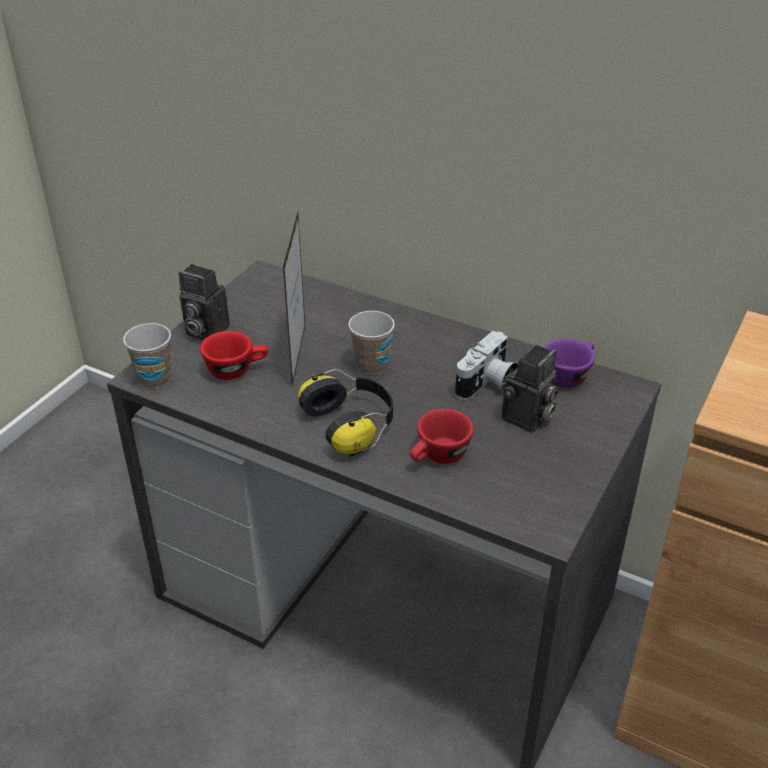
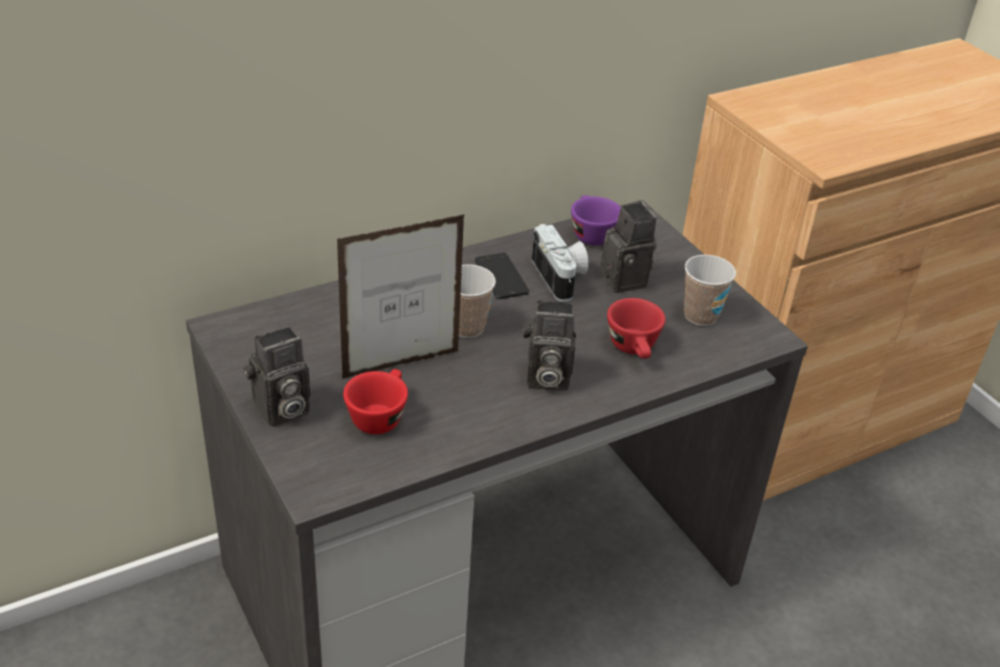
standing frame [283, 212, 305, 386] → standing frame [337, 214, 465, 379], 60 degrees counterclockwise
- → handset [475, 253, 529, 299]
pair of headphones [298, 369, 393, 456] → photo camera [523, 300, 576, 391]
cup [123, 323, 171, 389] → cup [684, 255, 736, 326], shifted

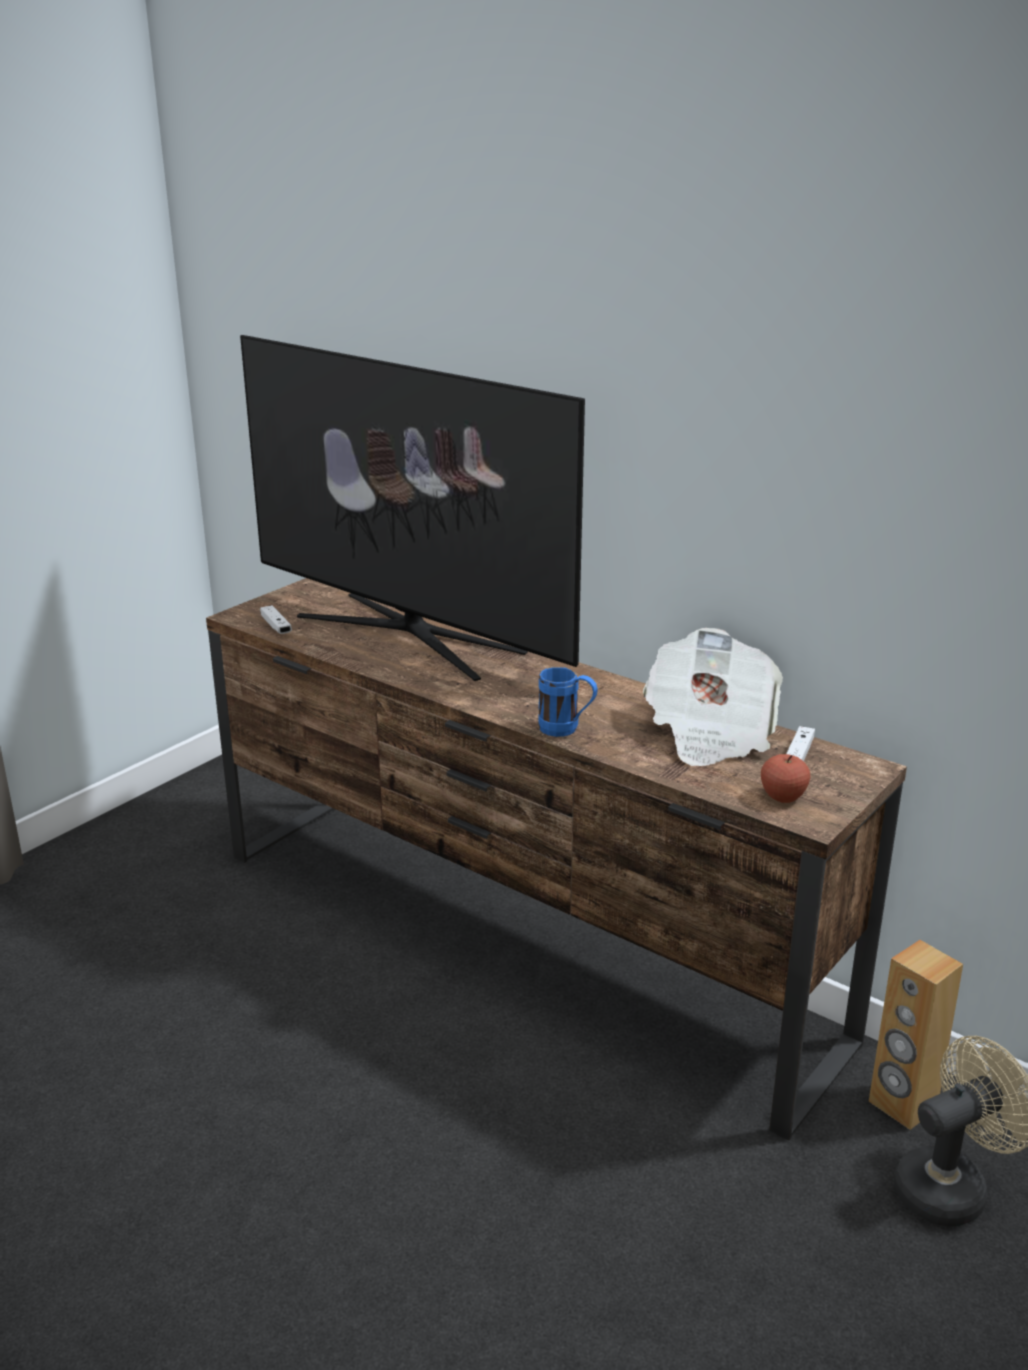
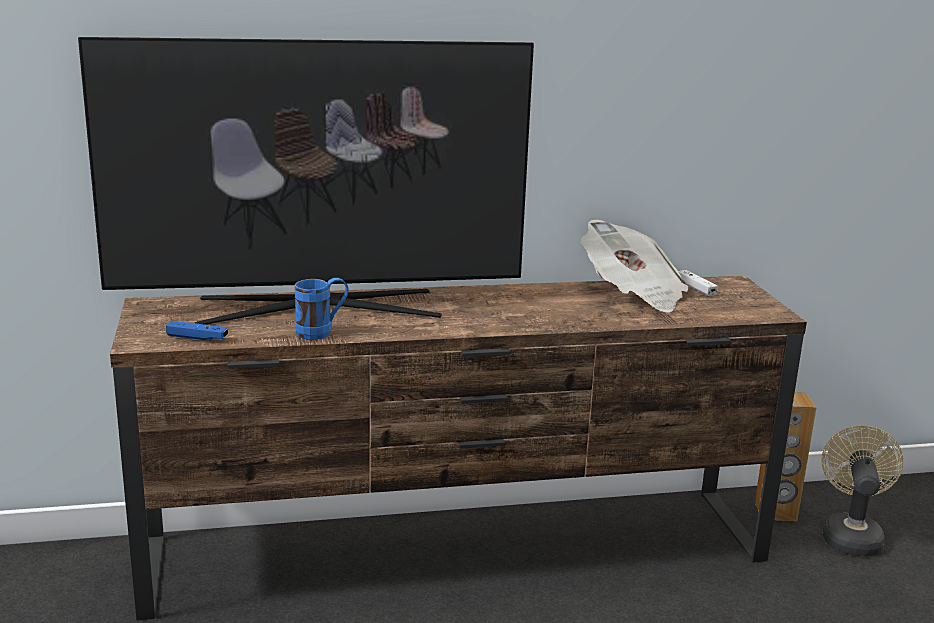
whitish game controller [260, 605, 292, 634] → blue-coloured game controller [166, 321, 228, 341]
blue-coloured tea mug [538, 667, 598, 737] → blue-coloured tea mug [295, 278, 349, 340], shifted
whole apple [761, 754, 810, 803] → -

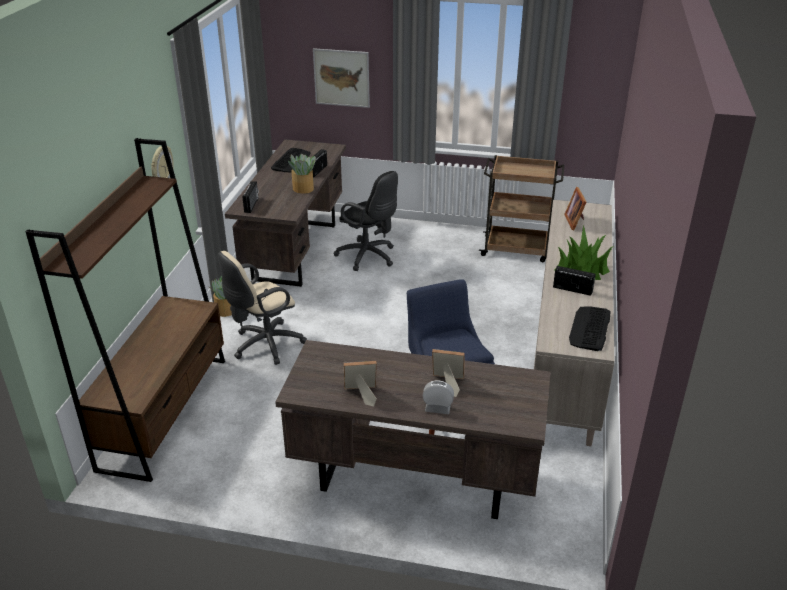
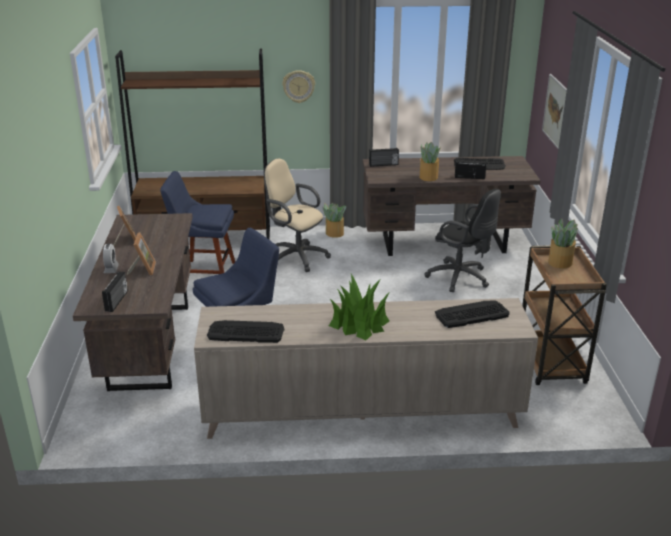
radio receiver [553, 266, 596, 296] → radio receiver [102, 272, 128, 312], shifted
- → blue-coloured chair [160, 171, 235, 274]
black-coloured office chair [334, 171, 398, 271] → black-coloured office chair [424, 188, 501, 292], 75 degrees counterclockwise
standing frame [564, 187, 586, 230] → computer keyboard [435, 300, 509, 328]
- → houseplant [548, 219, 578, 269]

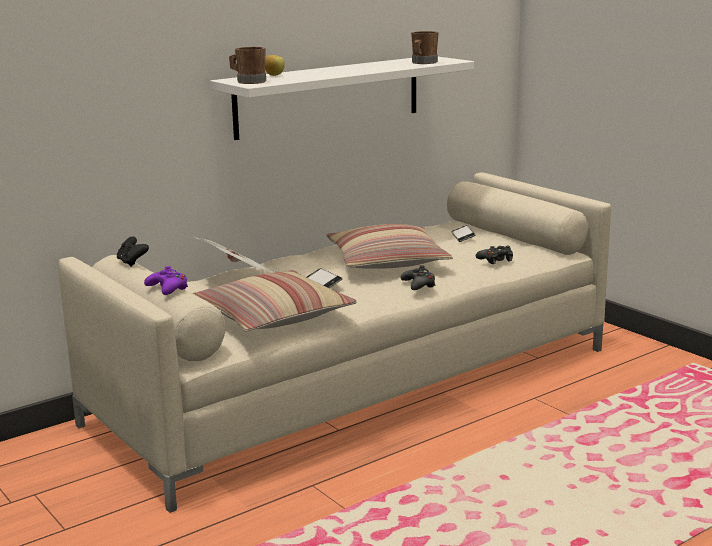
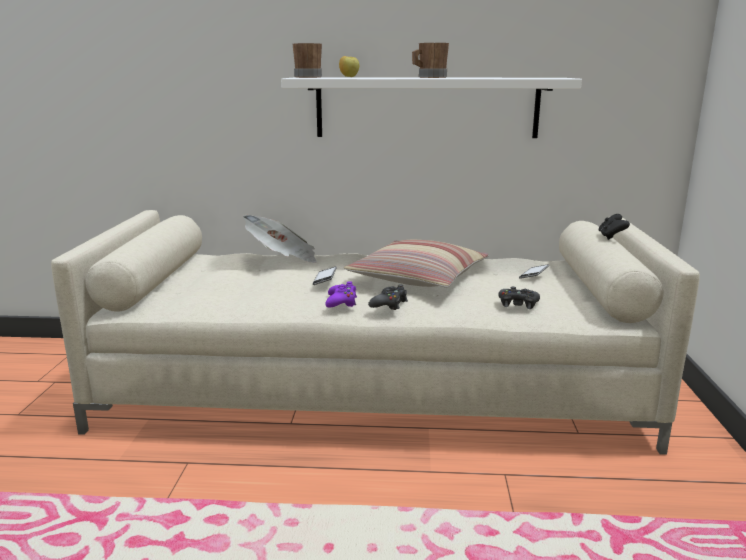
purple-coloured game controller [144, 266, 188, 295] → purple-coloured game controller [325, 281, 357, 308], shifted
brownish tea mug [411, 31, 439, 64] → brownish tea mug [412, 43, 449, 78], shifted
black-coloured game controller [117, 237, 149, 267] → black-coloured game controller [598, 214, 630, 240], shifted
cushion [192, 270, 357, 332] → -

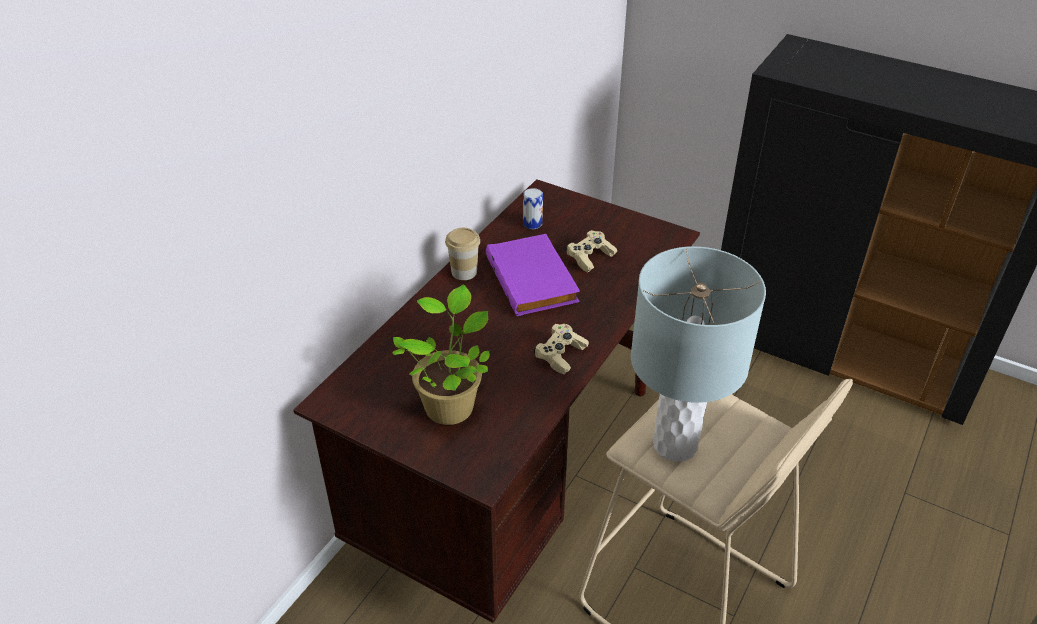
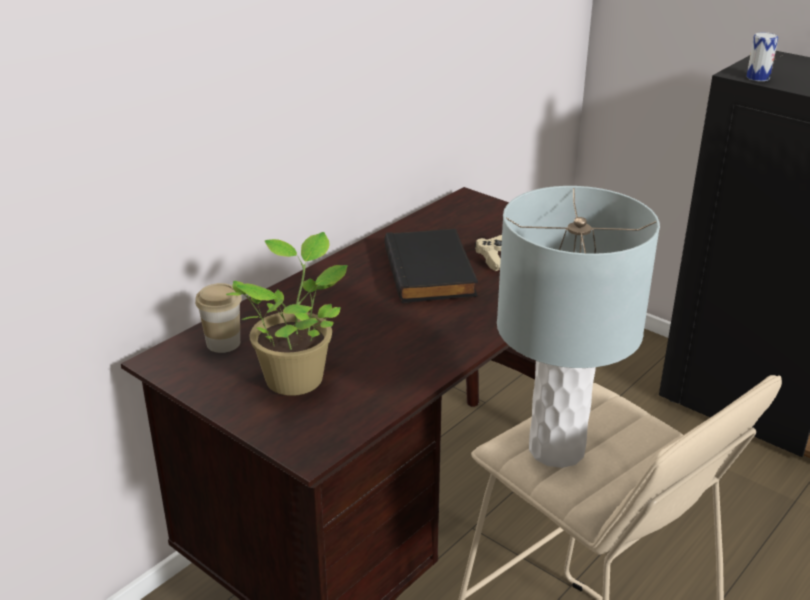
cup [445, 228, 480, 280] → cup [195, 283, 242, 353], shifted
purple-coloured bound book [486, 234, 580, 316] → black-coloured bound book [385, 229, 478, 303]
can [523, 188, 543, 229] → can [746, 32, 778, 81], shifted
beige-coloured game controller [534, 324, 589, 374] → -

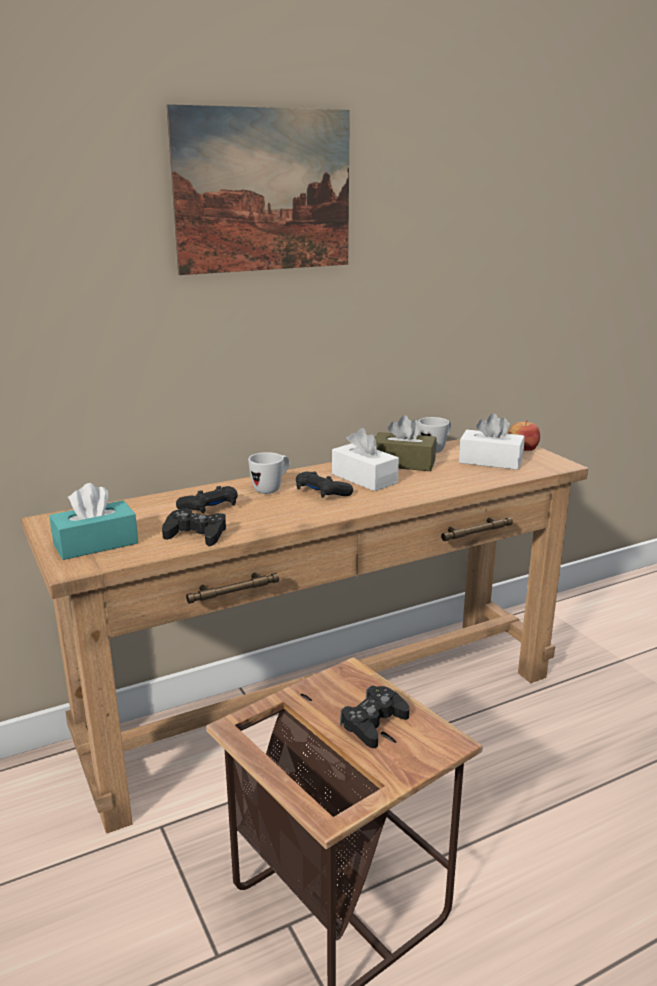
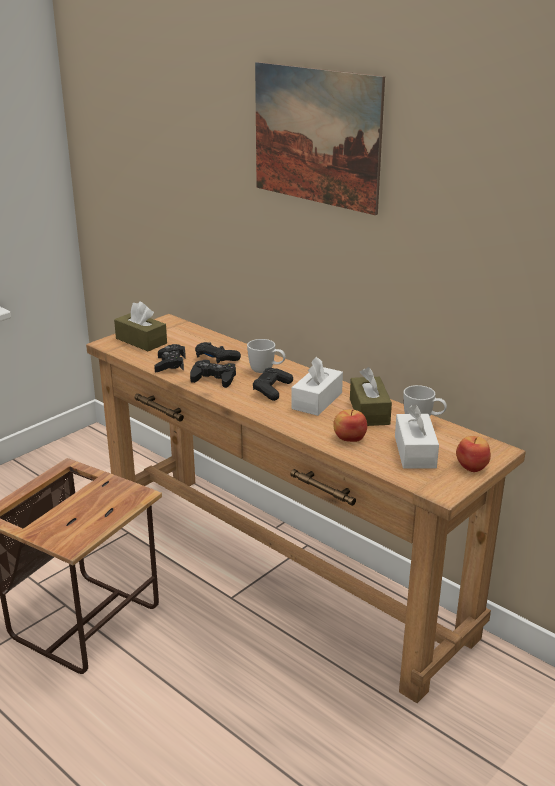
blue-green box of tissues [49, 483, 138, 560] → brownish box of tissues [114, 301, 167, 351]
black-coloured game controller [340, 685, 409, 748] → black-coloured game controller [190, 360, 236, 388], shifted
- → whole apple [333, 409, 367, 442]

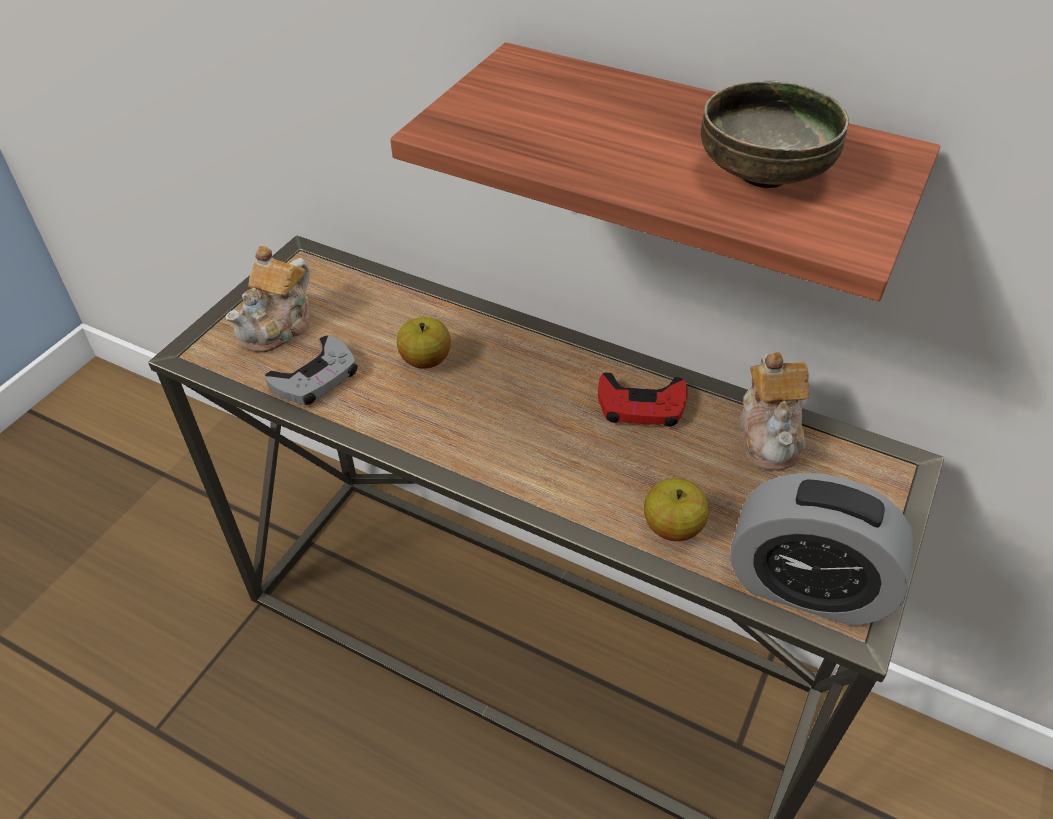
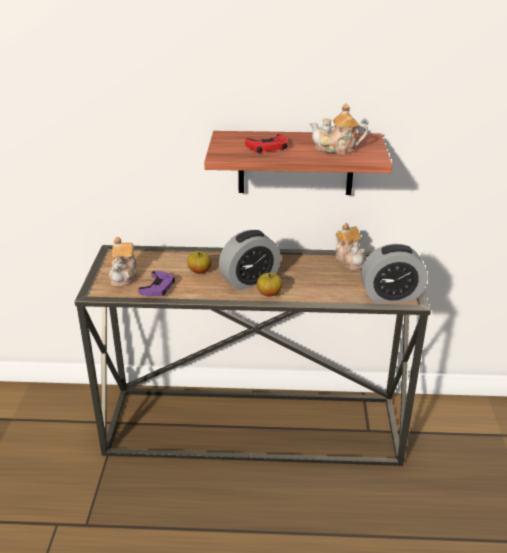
grey game controller [265, 335, 357, 405] → purple-coloured game controller [139, 271, 175, 296]
- → table clock [219, 230, 281, 291]
reddish game controller [598, 372, 688, 427] → reddish game controller [245, 134, 288, 153], shifted
whole apple [644, 478, 709, 541] → whole apple [257, 273, 282, 297], shifted
serving bowl [701, 80, 849, 188] → teapot [310, 104, 368, 155]

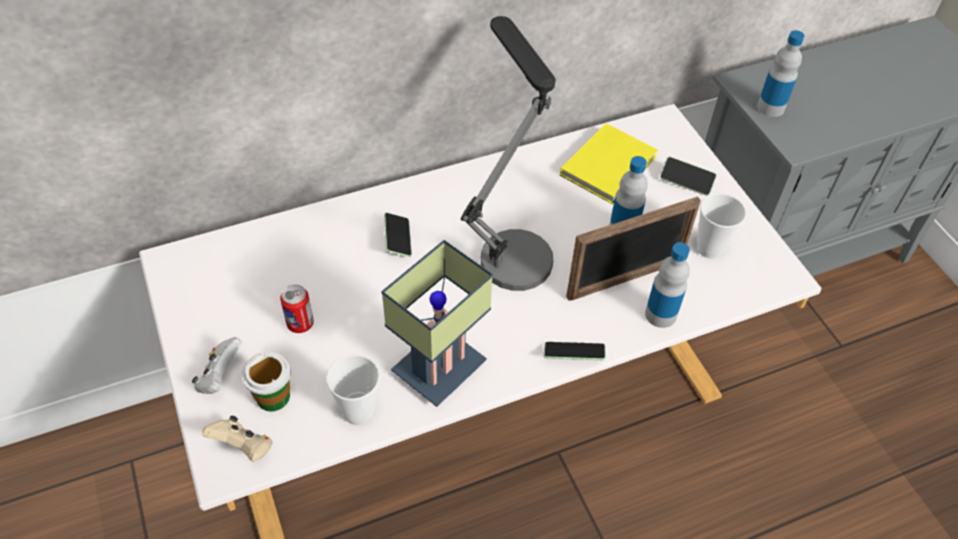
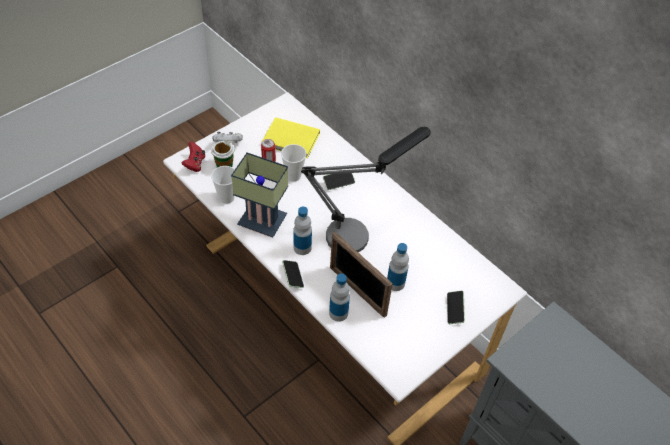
beige-coloured game controller [203, 416, 273, 461] → reddish game controller [182, 142, 205, 172]
yellowish bound book [560, 123, 658, 204] → yellowish bound book [262, 117, 320, 158], shifted
cup [697, 193, 746, 259] → cup [281, 144, 306, 181], shifted
drink bottle [757, 30, 804, 117] → drink bottle [293, 207, 312, 255], shifted

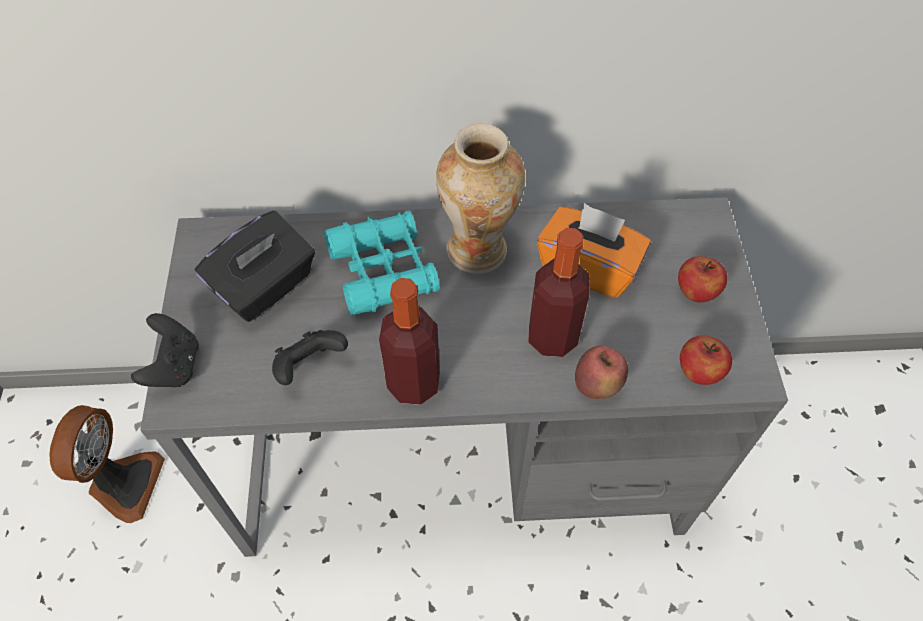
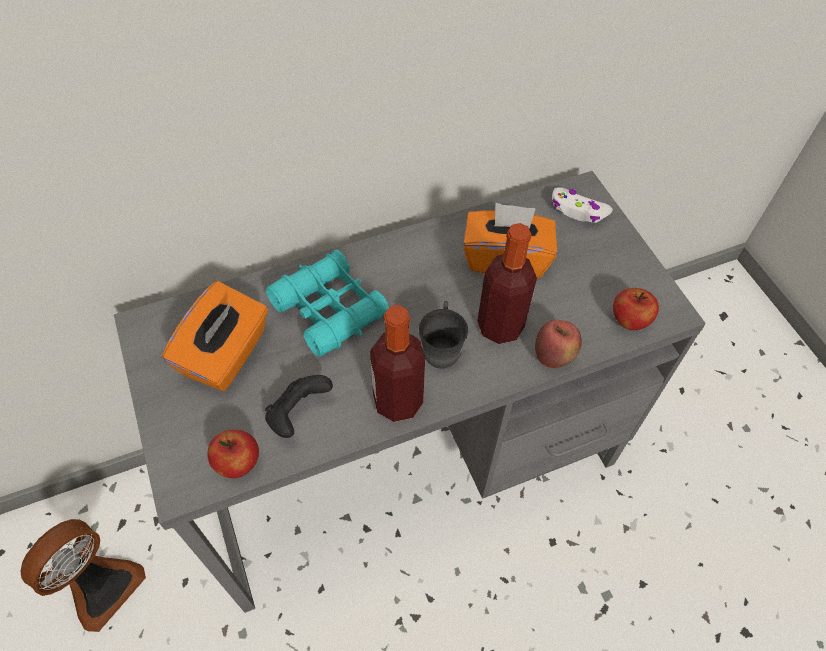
fan [49, 405, 165, 523] → fan [20, 519, 146, 632], 45 degrees clockwise
black-coloured box of tissues [195, 211, 315, 322] → orange-coloured box of tissues [162, 281, 268, 391]
whole apple [678, 256, 727, 302] → whole apple [207, 430, 259, 478], shifted
- → grey tea mug [419, 301, 468, 368]
- → whitish game controller [552, 187, 613, 223]
black-coloured game controller [131, 313, 199, 387] → -
decorative vase [436, 123, 525, 274] → -

